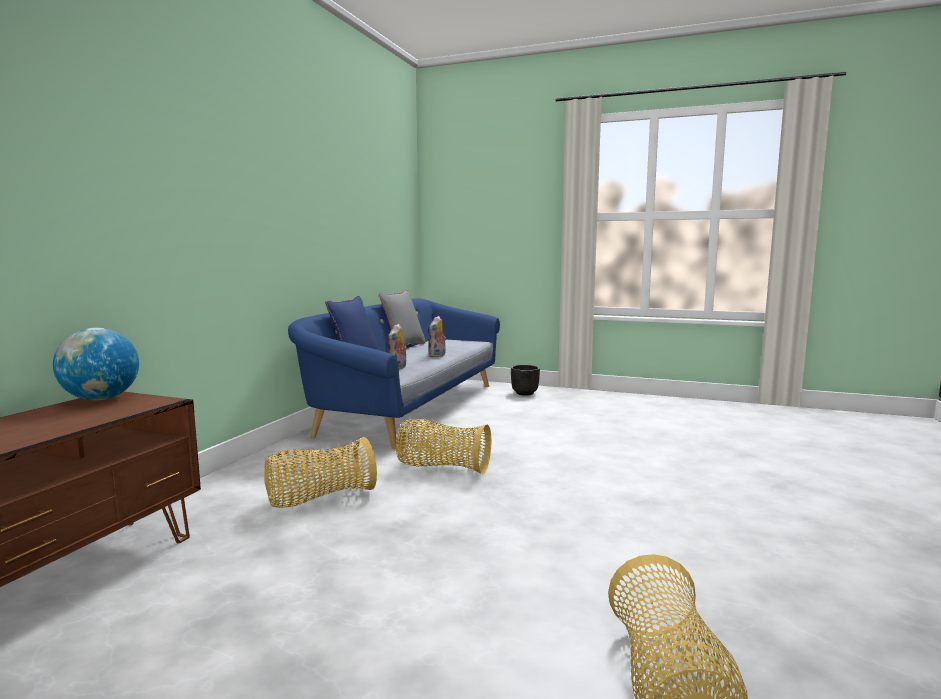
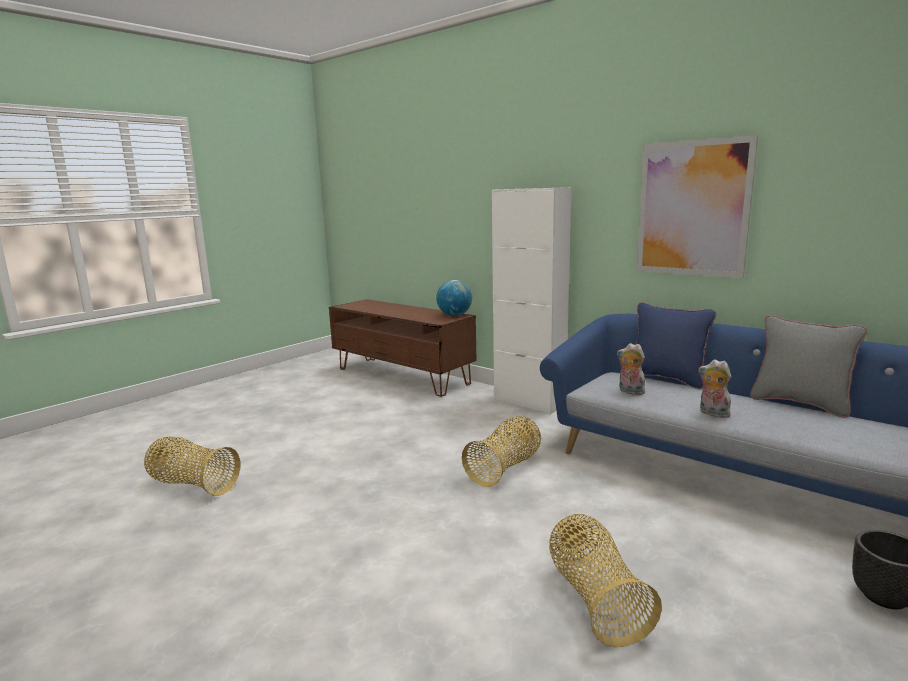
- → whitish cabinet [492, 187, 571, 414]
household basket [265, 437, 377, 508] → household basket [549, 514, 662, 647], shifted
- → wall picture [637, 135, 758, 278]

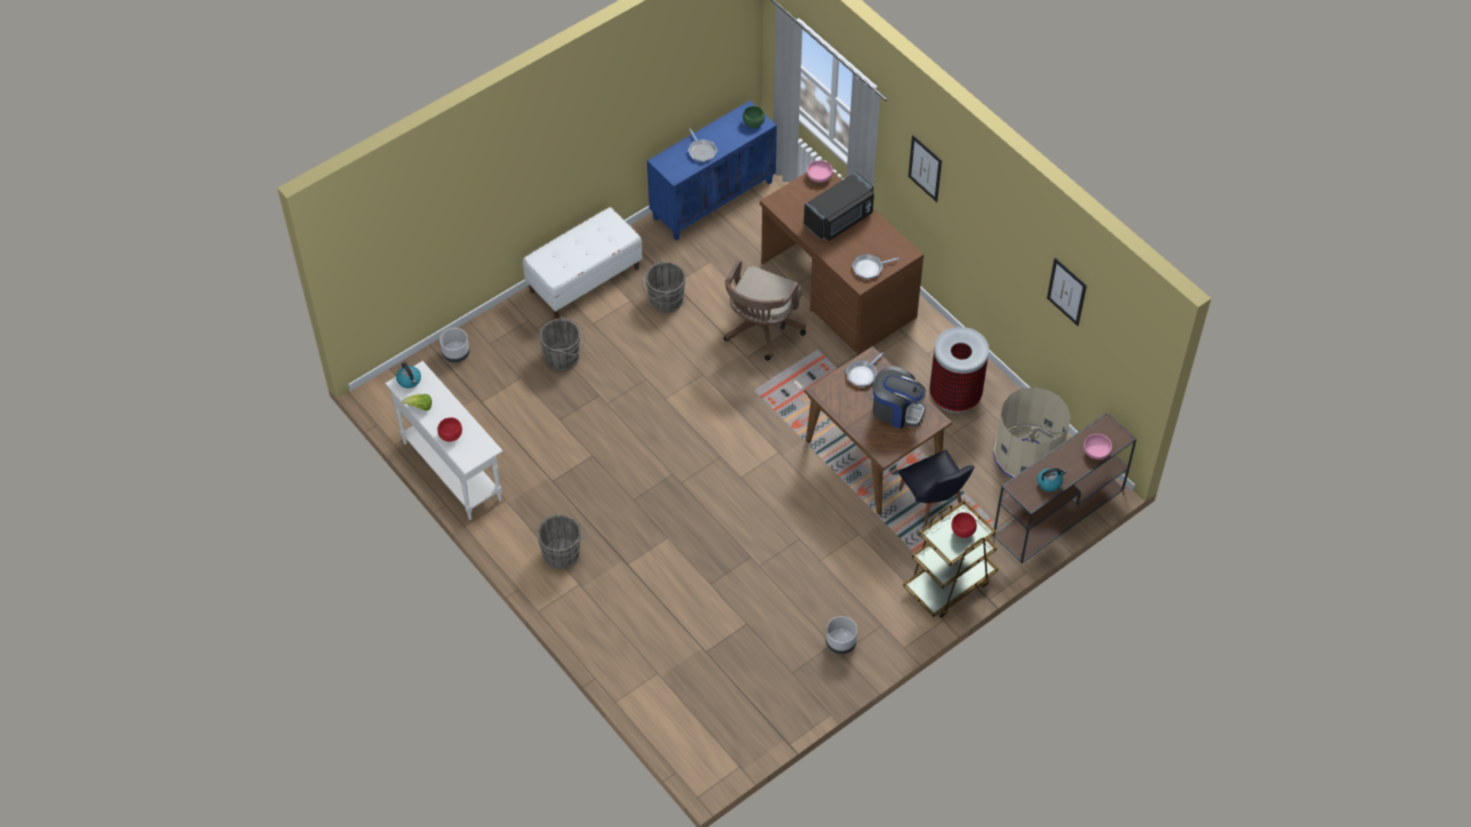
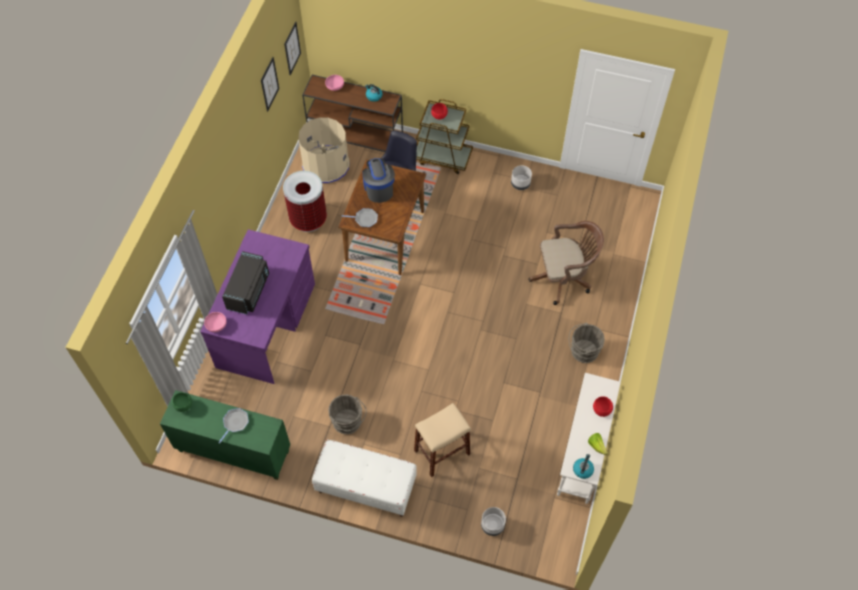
blue-coloured cabinet [647, 101, 777, 240] → green cabinet [160, 390, 290, 480]
brownish desk [760, 172, 924, 356] → purple-coloured desk [200, 229, 315, 384]
black-coloured microwave oven [804, 172, 874, 241] → black-coloured microwave oven [222, 251, 269, 314], 90 degrees clockwise
wall picture [908, 135, 942, 202] → wall picture [284, 21, 301, 75], shifted
grey water bucket [539, 317, 585, 371] → beige-coloured sitting stool [414, 403, 471, 477]
brownish office chair [724, 260, 806, 361] → brownish office chair [529, 221, 604, 305], shifted
skillet [852, 254, 899, 279] → -

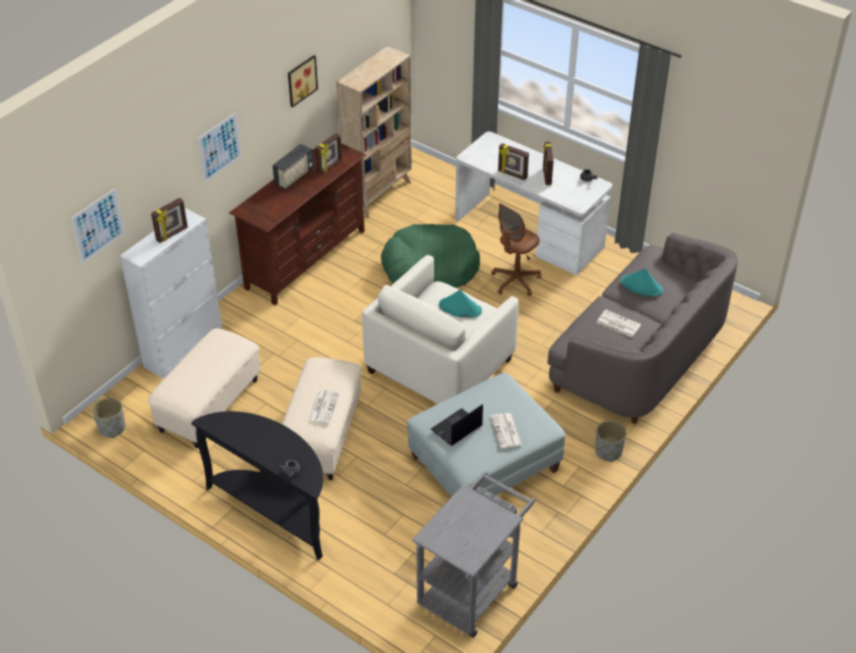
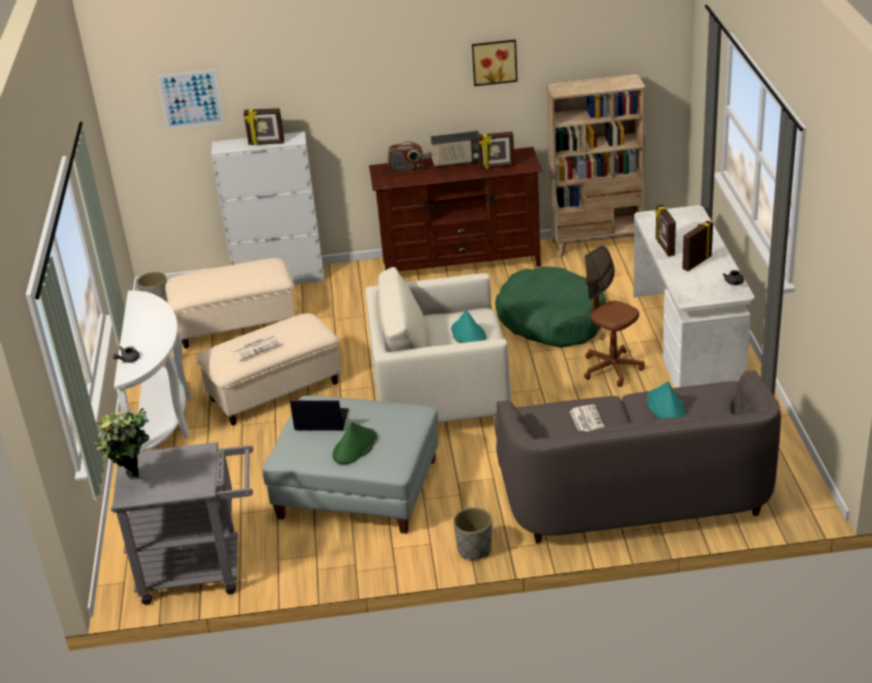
- → houseplant [94, 408, 149, 478]
black-coloured narrow table [191, 411, 323, 560] → whitish narrow table [114, 291, 192, 452]
daily paper [490, 413, 522, 448] → green hat [332, 422, 377, 464]
- → radio receiver [388, 141, 424, 172]
brownish office chair [491, 204, 541, 296] → brownish office chair [584, 245, 645, 387], 45 degrees clockwise
wall picture [198, 112, 241, 183] → -

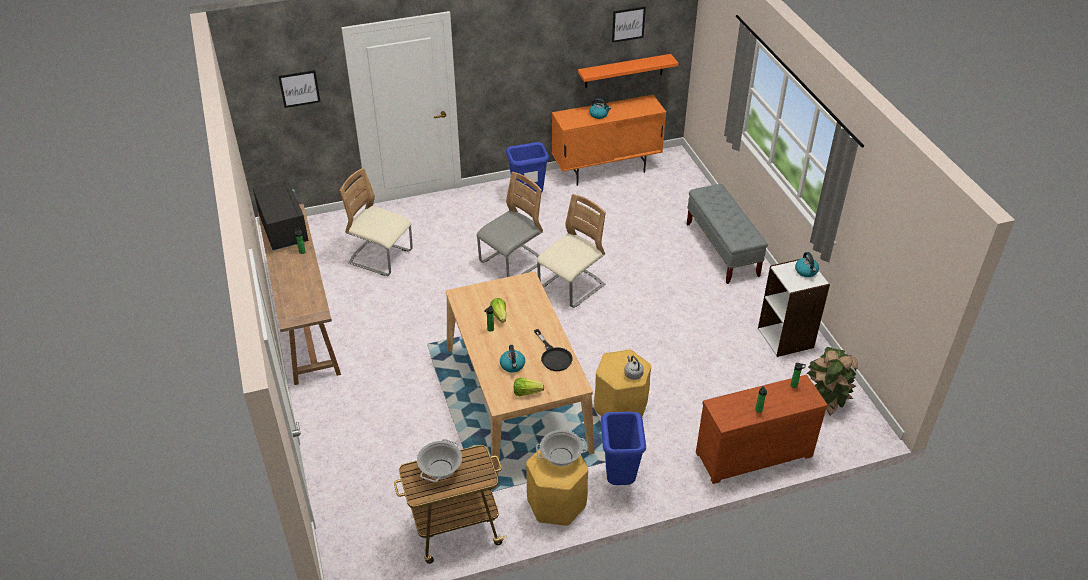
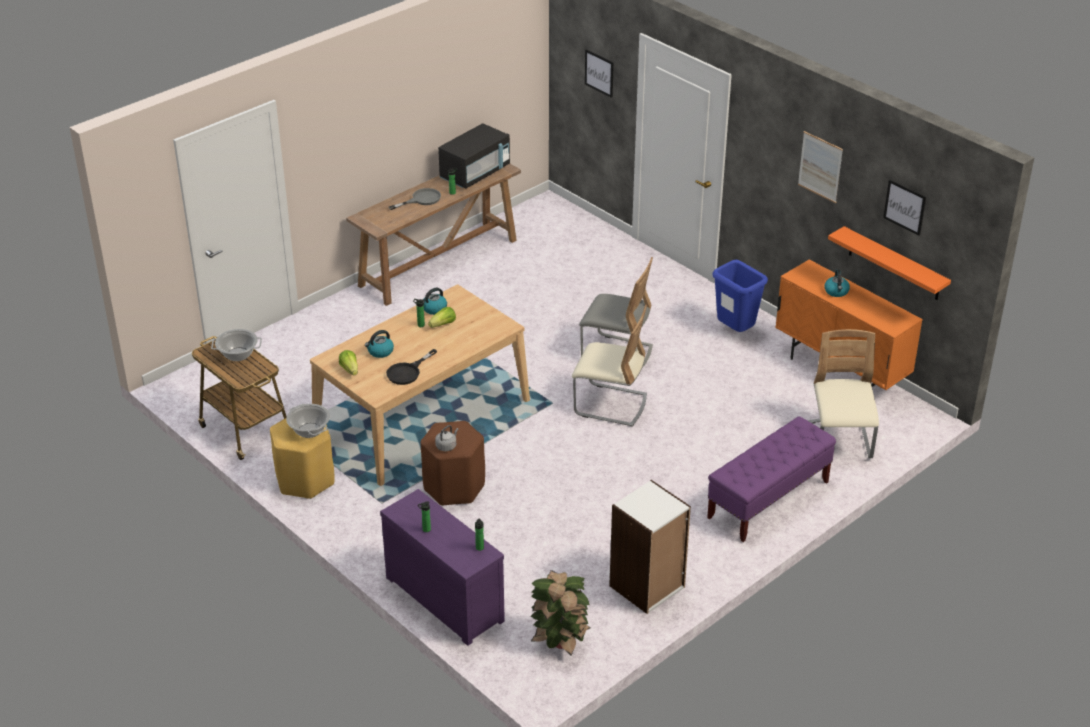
brownish drawer chest [696, 375, 828, 484] → purple-coloured drawer chest [380, 489, 505, 646]
- → grey skillet [389, 188, 441, 210]
yellowish sitting stool [594, 349, 651, 417] → brownish sitting stool [420, 421, 485, 506]
kettle [795, 252, 819, 277] → kettle [423, 288, 447, 315], shifted
grey bench [687, 184, 768, 284] → purple-coloured bench [707, 416, 836, 542]
- → wall picture [798, 131, 843, 203]
beige-coloured chair [340, 168, 413, 276] → beige-coloured chair [808, 329, 879, 458], shifted
blue-coloured waste bin [600, 412, 646, 485] → -

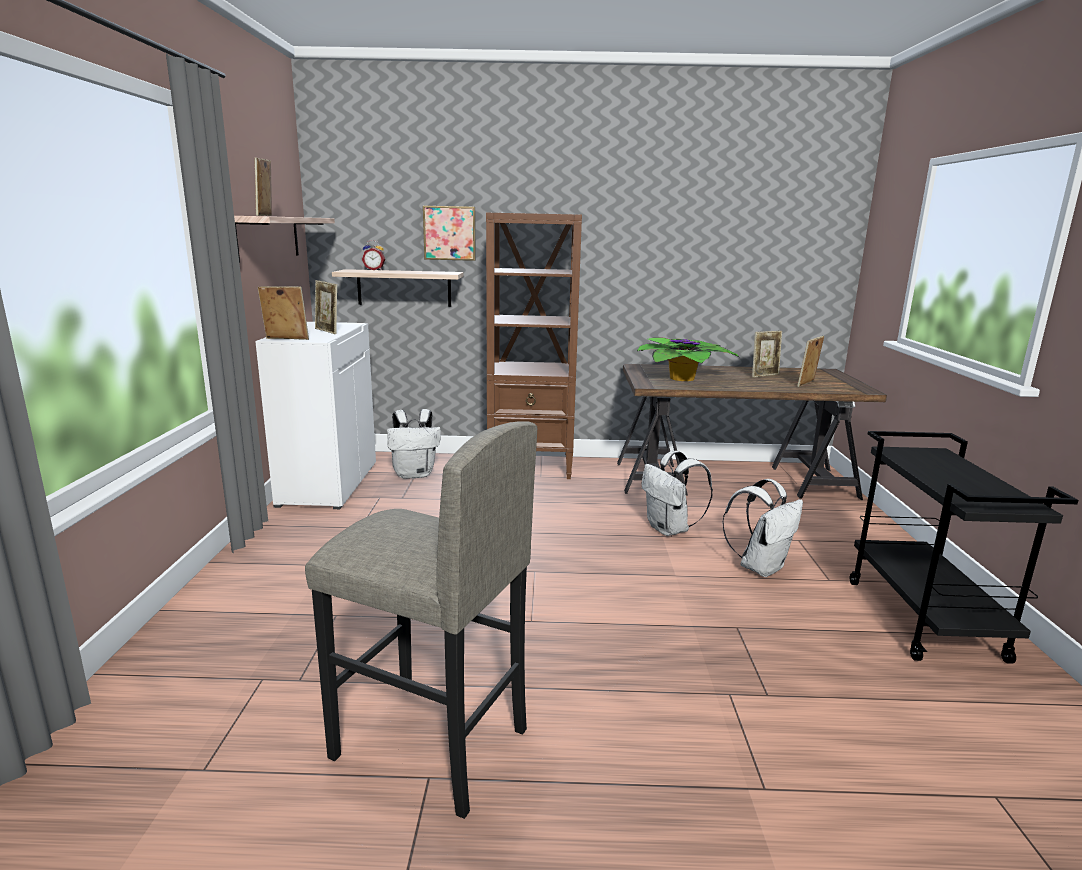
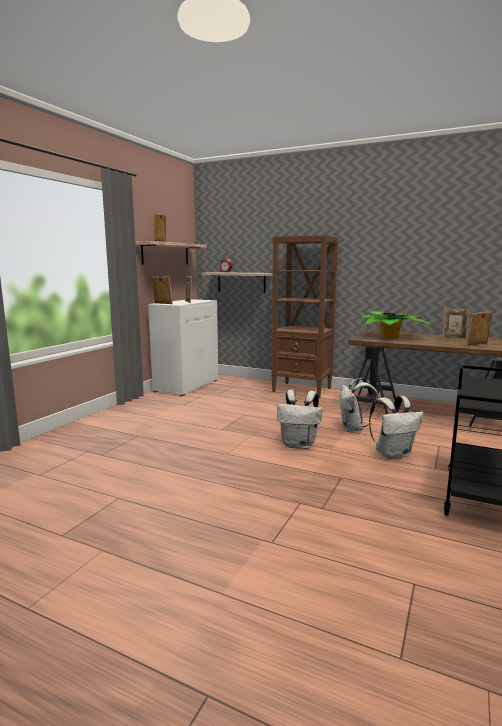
whitish rucksack [387, 409, 441, 479] → whitish rucksack [277, 389, 322, 449], shifted
grey sitting stool [305, 421, 537, 819] → -
wall picture [423, 206, 476, 261] → -

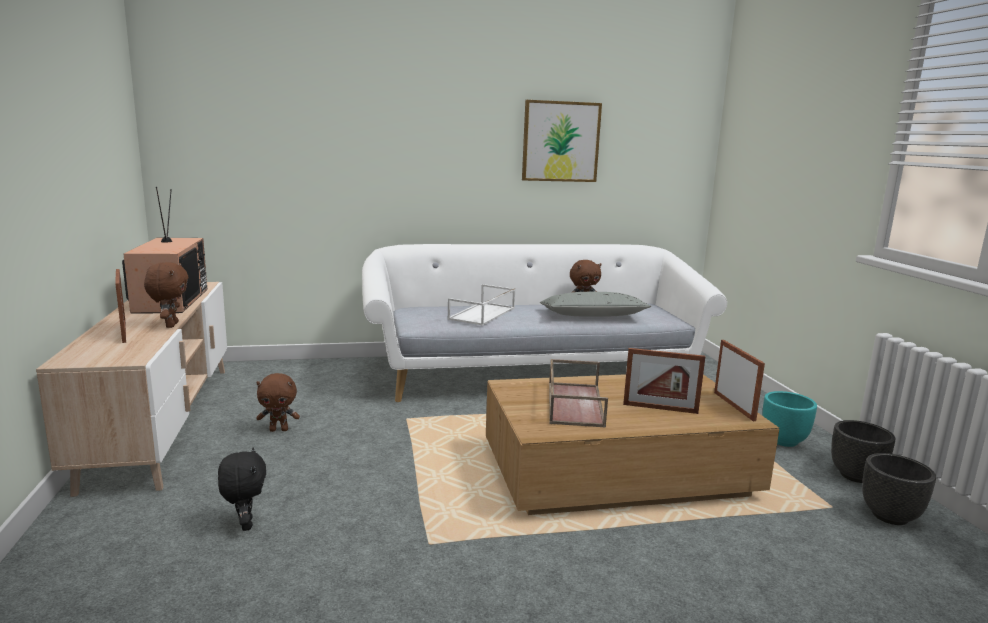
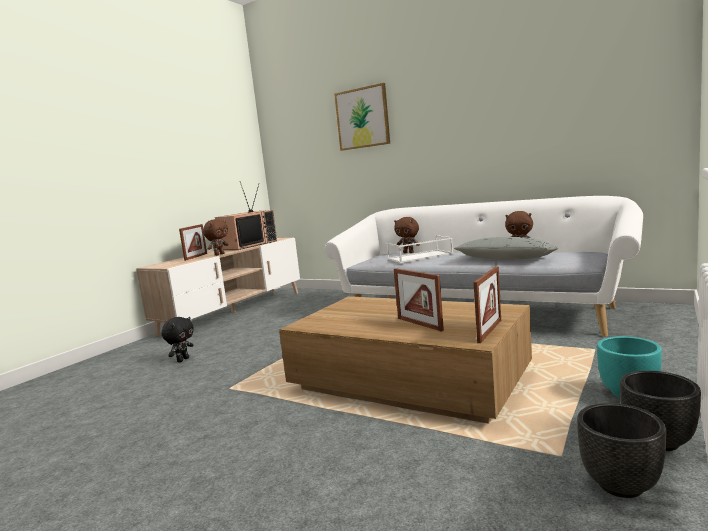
wall picture [522, 100, 602, 182] → wall picture [334, 83, 390, 151], shifted
brownish cuddly toy [256, 373, 300, 432] → brownish cuddly toy [394, 217, 420, 253], shifted
brownish serving tray [549, 359, 608, 428] → -

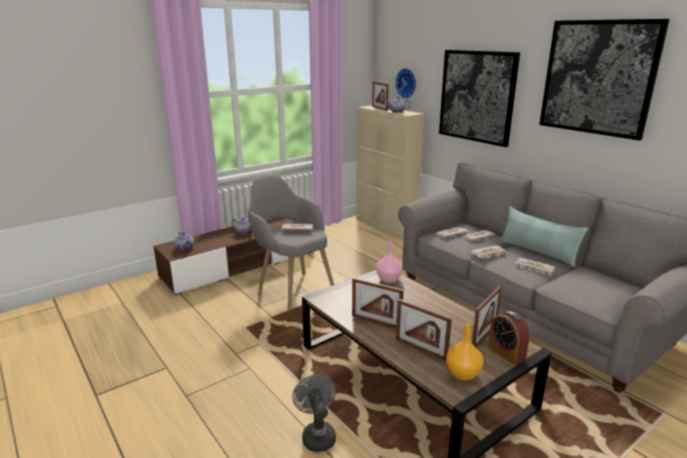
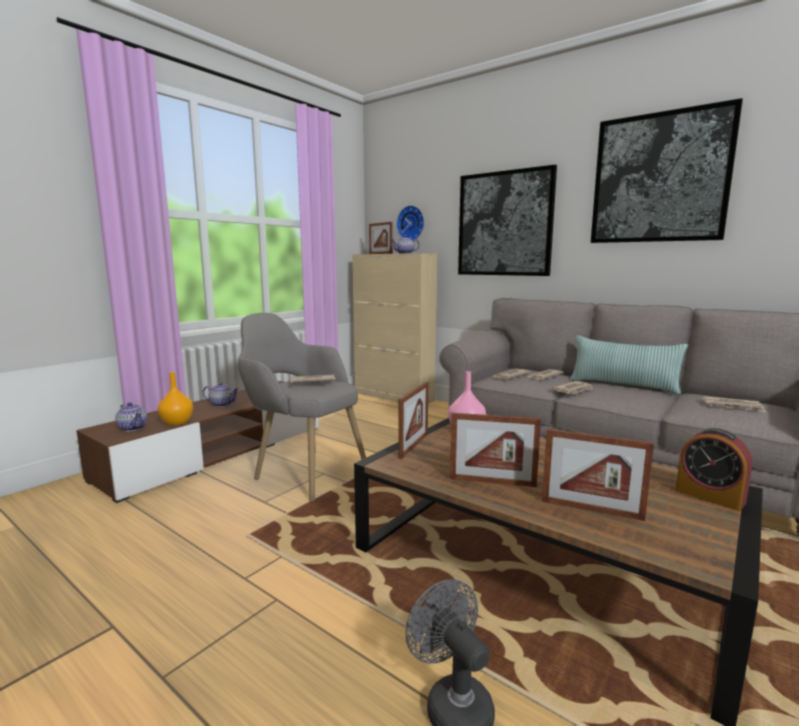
orange-coloured decorative vase [446, 323, 483, 381] → orange-coloured decorative vase [158, 372, 193, 426], shifted
standing frame [472, 286, 502, 347] → standing frame [399, 382, 428, 459], shifted
daily paper [515, 258, 555, 276] → daily paper [702, 396, 766, 412], shifted

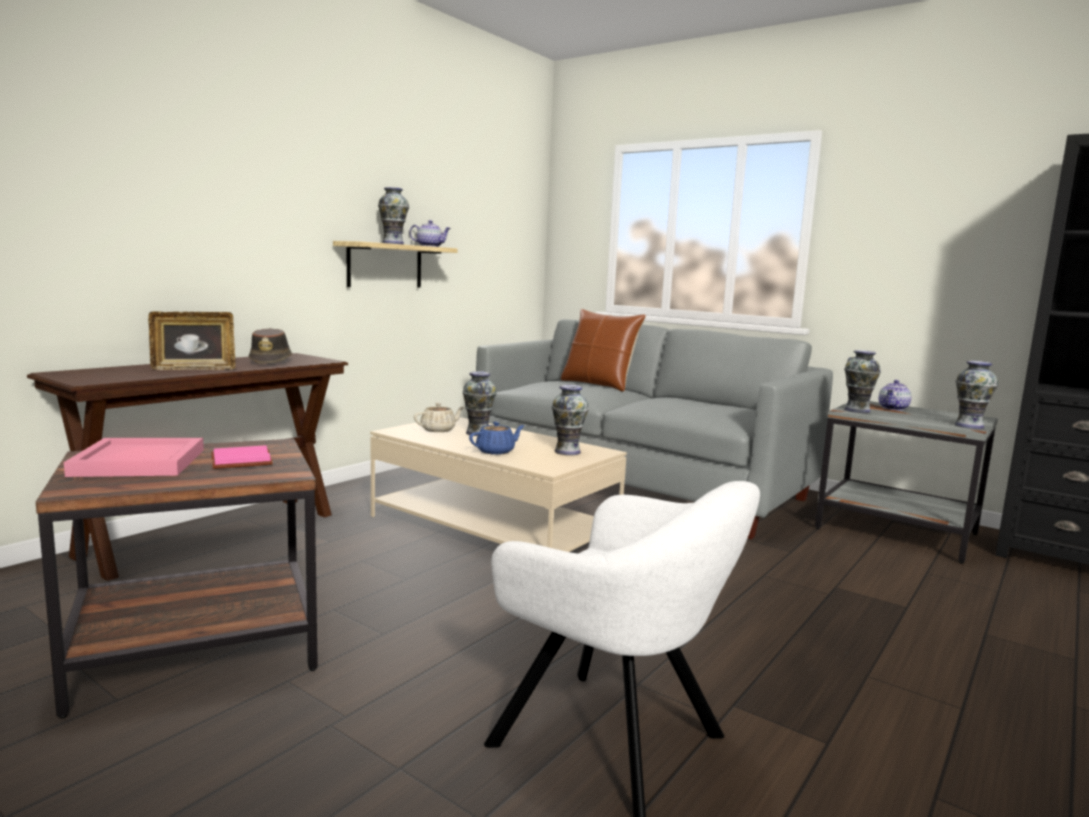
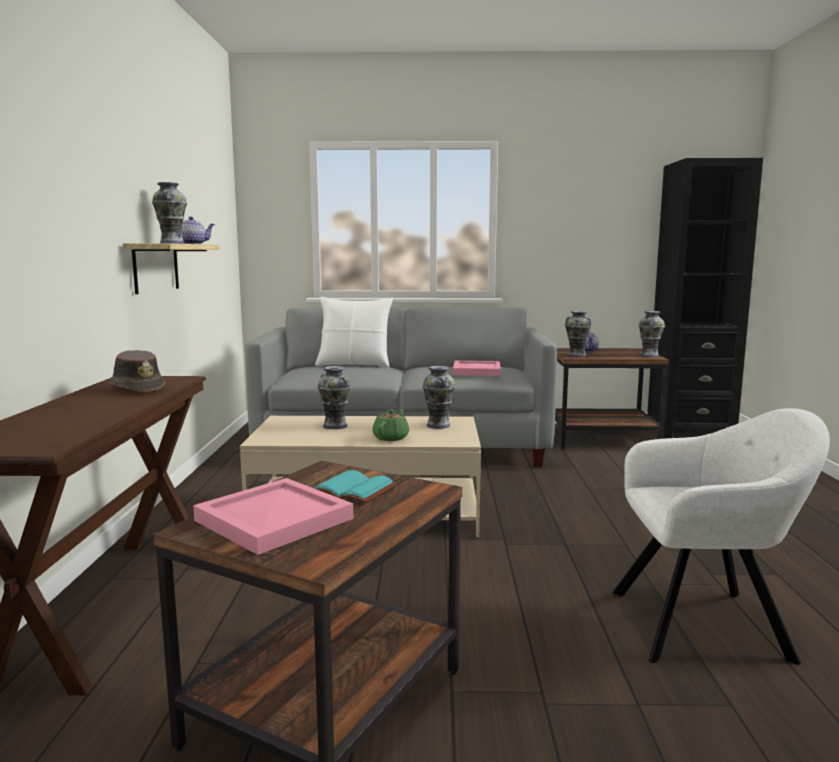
pinkish bound book [211, 445, 273, 469] → blue-green bound book [314, 470, 397, 503]
brownish cushion [561, 309, 646, 392] → whitish cushion [315, 297, 393, 368]
blue-coloured teapot [469, 421, 525, 455] → green teapot [372, 409, 409, 441]
- → pinkish serving tray [453, 361, 501, 376]
grey end table [815, 401, 998, 564] → brownish end table [555, 348, 669, 449]
standing frame [148, 312, 235, 370] → -
beige-coloured teapot [414, 403, 464, 432] → -

